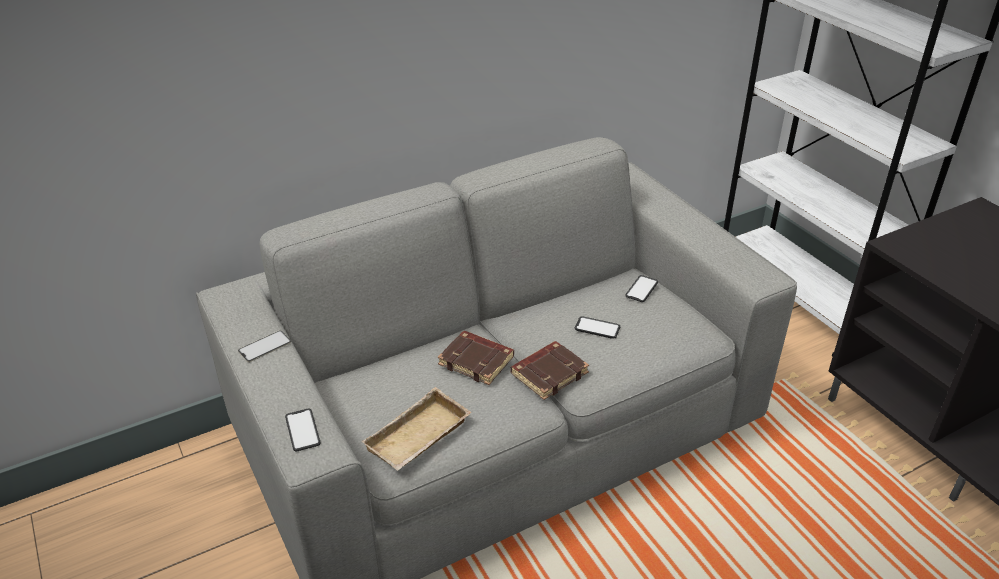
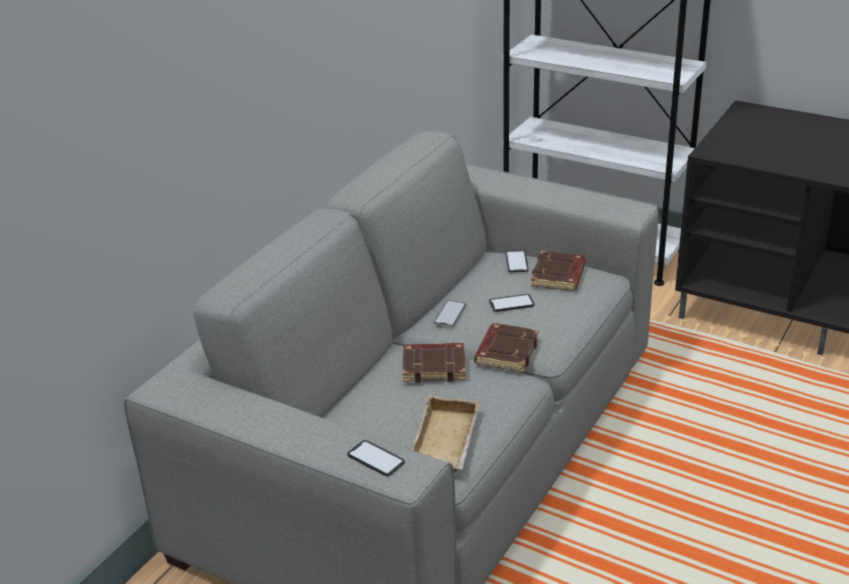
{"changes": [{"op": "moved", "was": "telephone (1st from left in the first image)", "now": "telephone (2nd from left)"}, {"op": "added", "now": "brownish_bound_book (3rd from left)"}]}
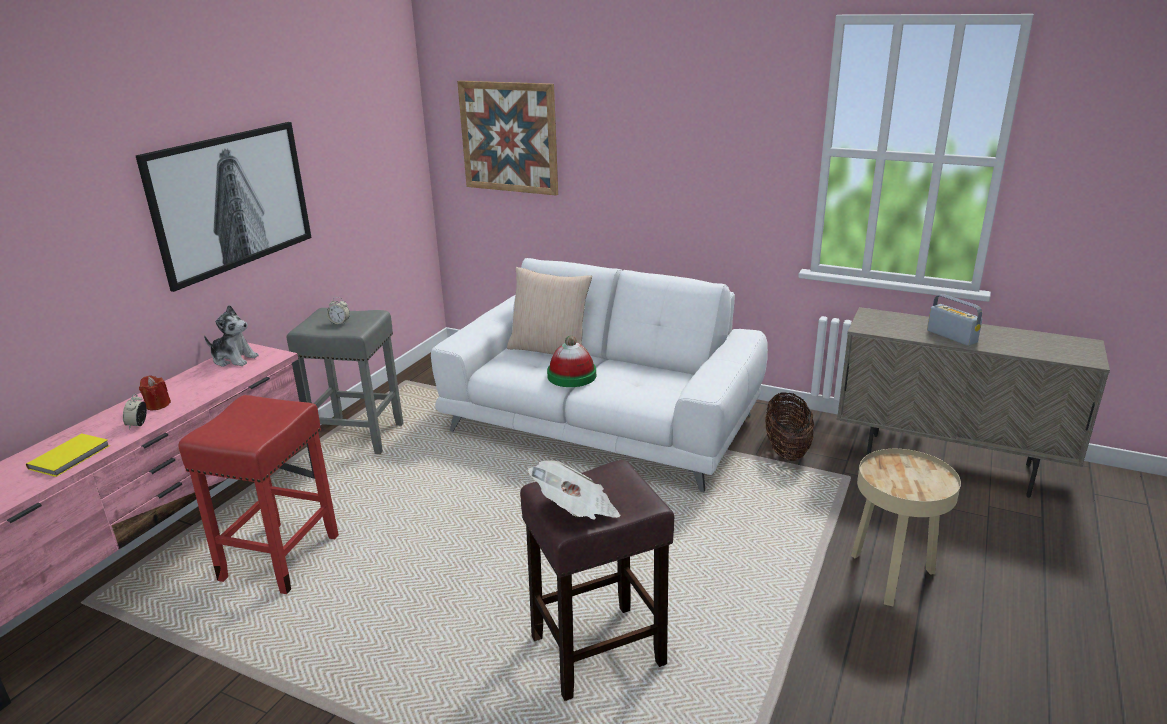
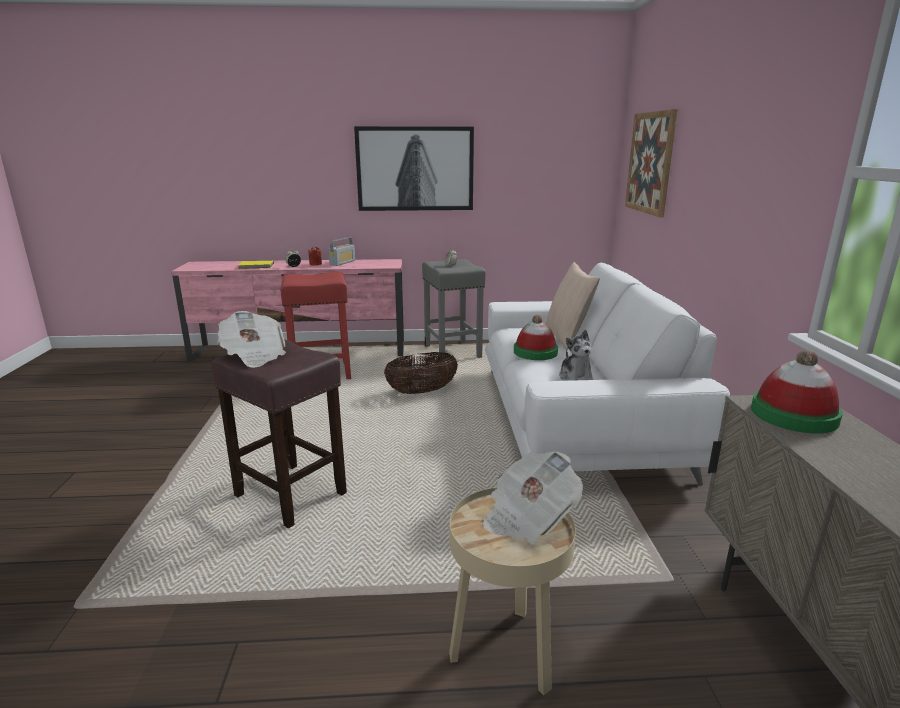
{"changes": [{"op": "moved", "was": "radio_receiver"}, {"op": "moved", "was": "soft_toy"}, {"op": "moved", "was": "household_basket"}, {"op": "added", "now": "clothing_hat (2nd from left)"}, {"op": "added", "now": "daily_paper (2nd from left)"}]}
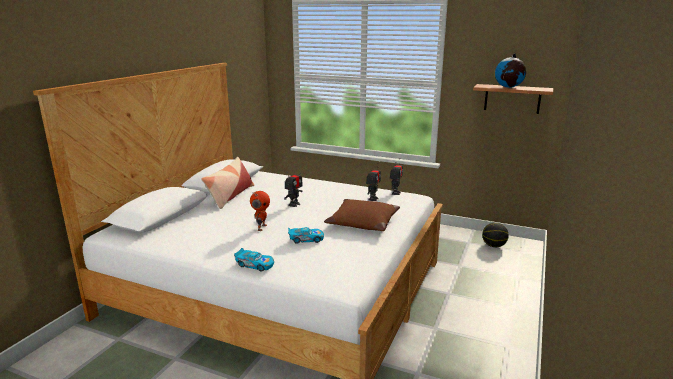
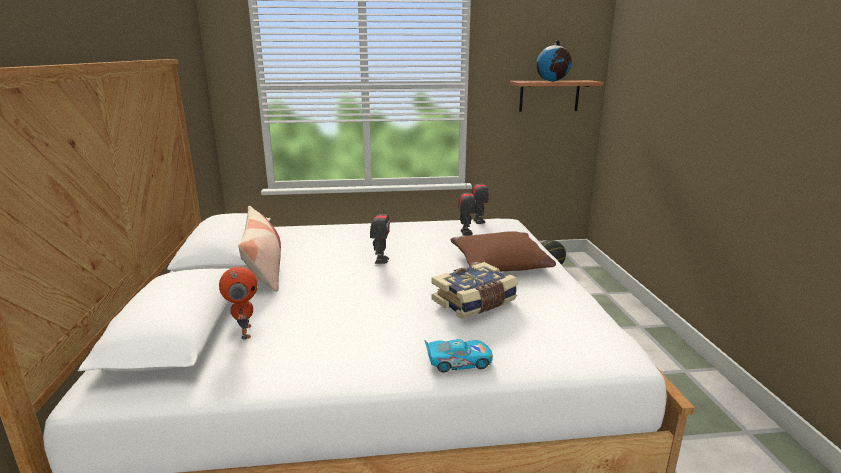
{"changes": [{"op": "moved", "was": "robot_figure (1st from left)"}, {"op": "replaced", "was": "miniature_car (2nd from left)", "now": "bound_book"}]}
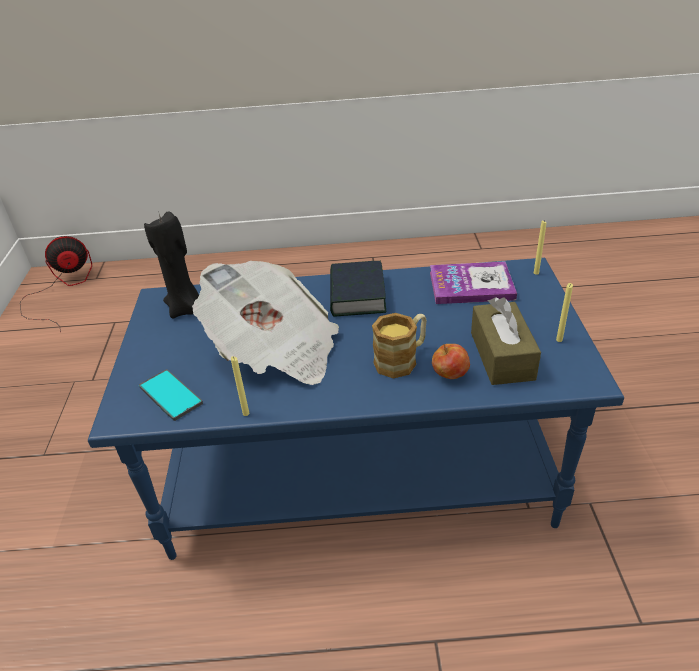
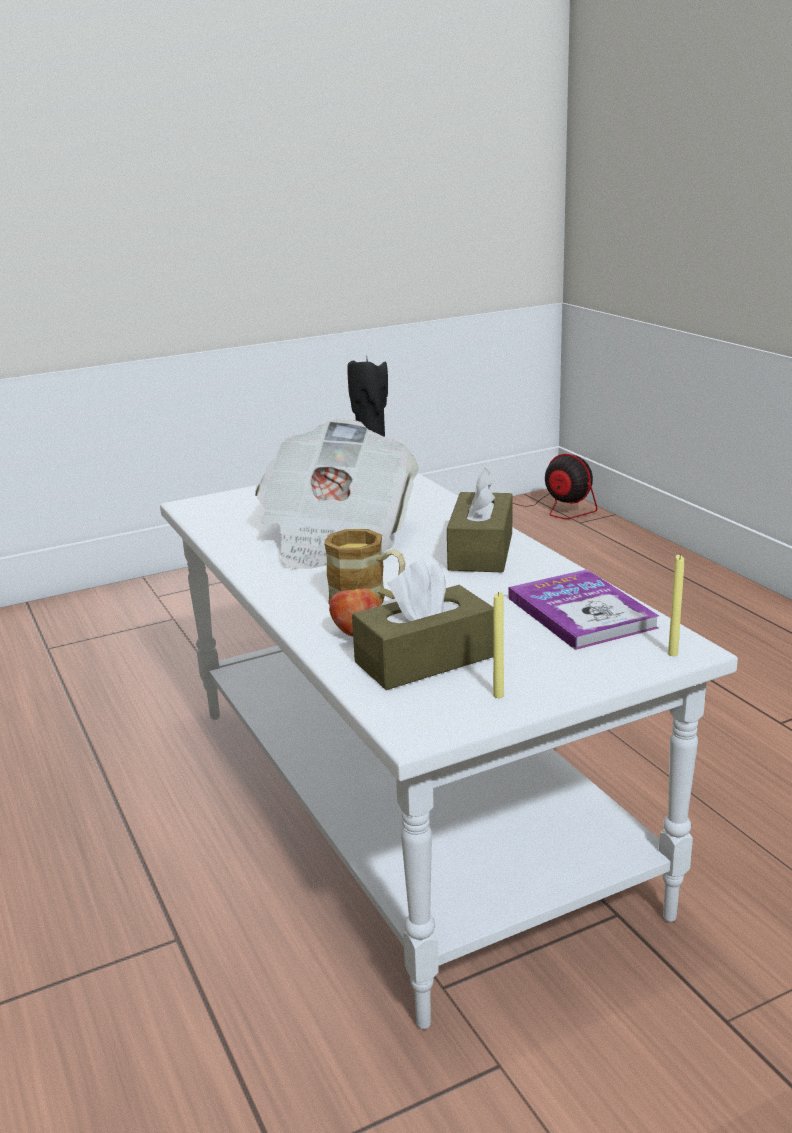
{"changes": [{"op": "recoloured", "was": "blue_lounge_table", "now": "whitish_lounge_table"}, {"op": "replaced", "was": "bound_book (1st from left)", "now": "brownish_tissue_holder (2nd from left)"}, {"op": "removed", "was": "yellow_wax_light (1st from left)"}, {"op": "removed", "was": "telephone"}]}
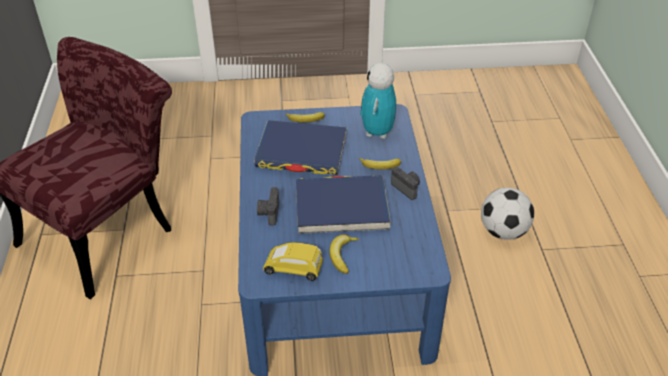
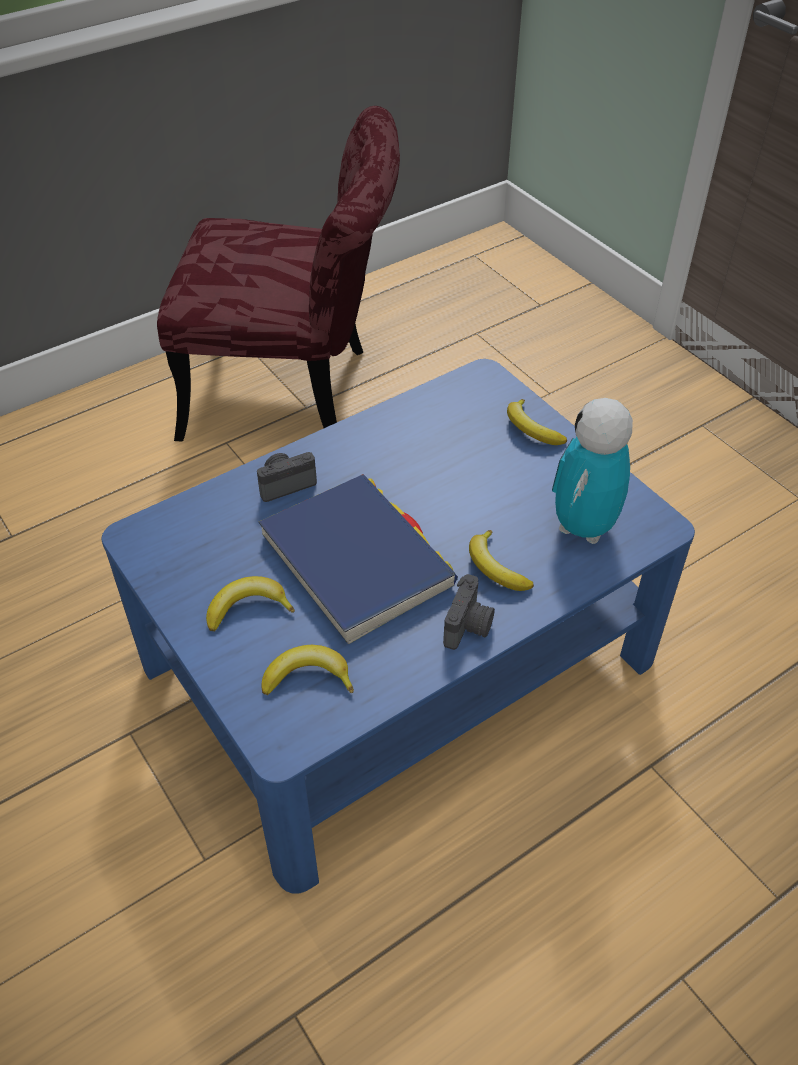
{"changes": [{"op": "turned", "was": "robot_figure", "clockwise": -45}, {"op": "removed", "was": "blue_bound_book (1st from left)"}, {"op": "removed", "was": "ball_for_football"}, {"op": "removed", "was": "yellow_miniature_car"}, {"op": "added", "now": "whole_banana (2nd from left)"}]}
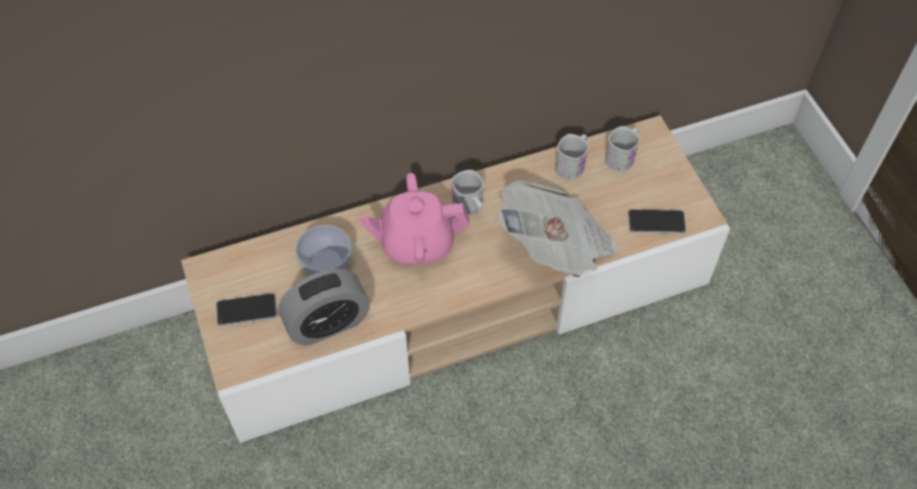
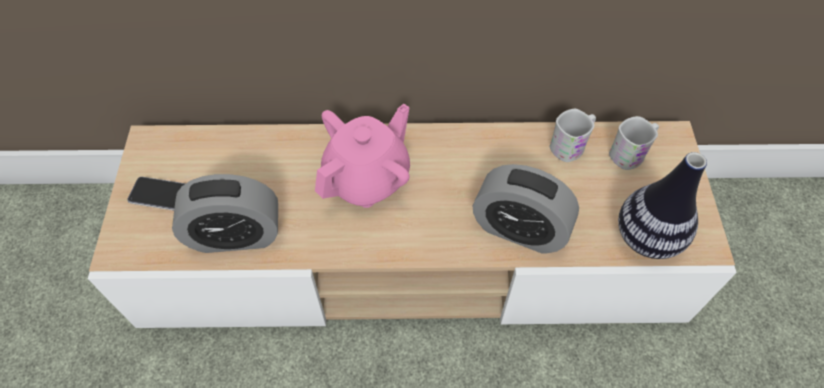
{"changes": [{"op": "removed", "was": "whitish_coffee_mug (1st from left)"}, {"op": "turned", "was": "pink-coloured_tea_pot", "clockwise": 120}, {"op": "replaced", "was": "daily_paper", "now": "bedside_clock (2nd from left)"}, {"op": "replaced", "was": "telephone (2nd from left)", "now": "flower_vase"}, {"op": "removed", "was": "serving_bowl"}]}
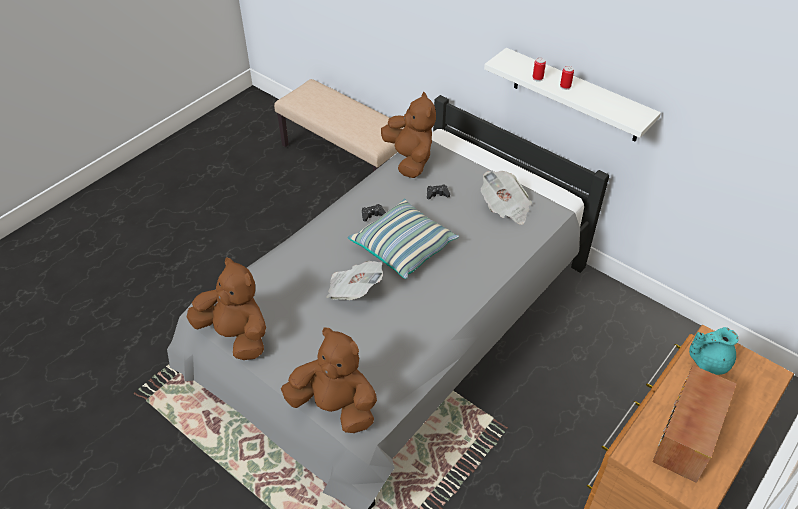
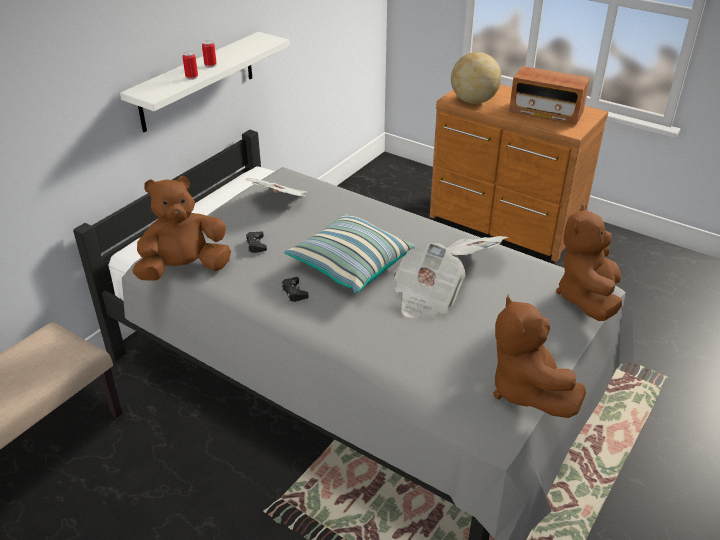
{"changes": [{"op": "turned", "was": "brownish_soft_toy (1st from left in the first image)", "clockwise": -45}, {"op": "replaced", "was": "turquoise-coloured_tea_pot", "now": "desk_globe"}, {"op": "added", "now": "daily_paper (3rd from left)"}]}
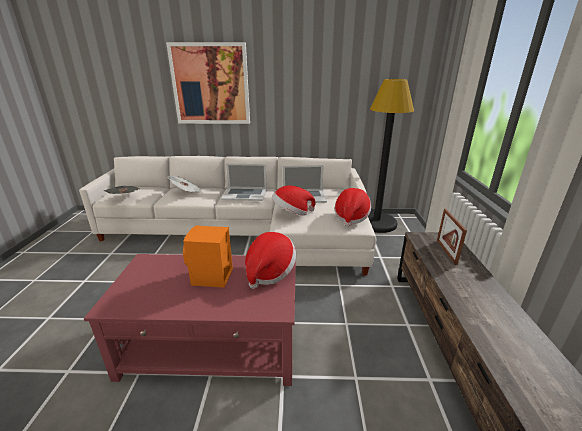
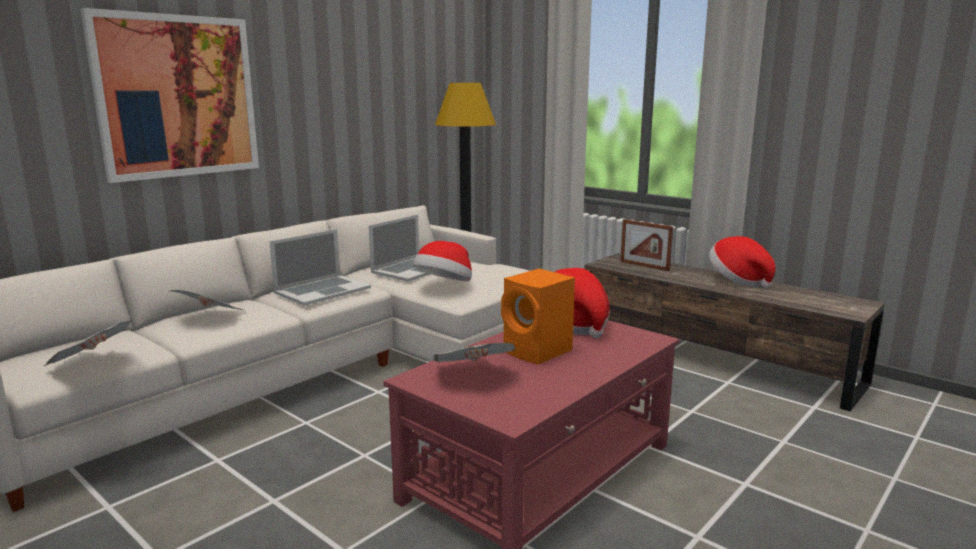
{"changes": [{"op": "moved", "was": "clothing_hat (3rd from left)"}, {"op": "added", "now": "daily_paper (3rd from left)"}]}
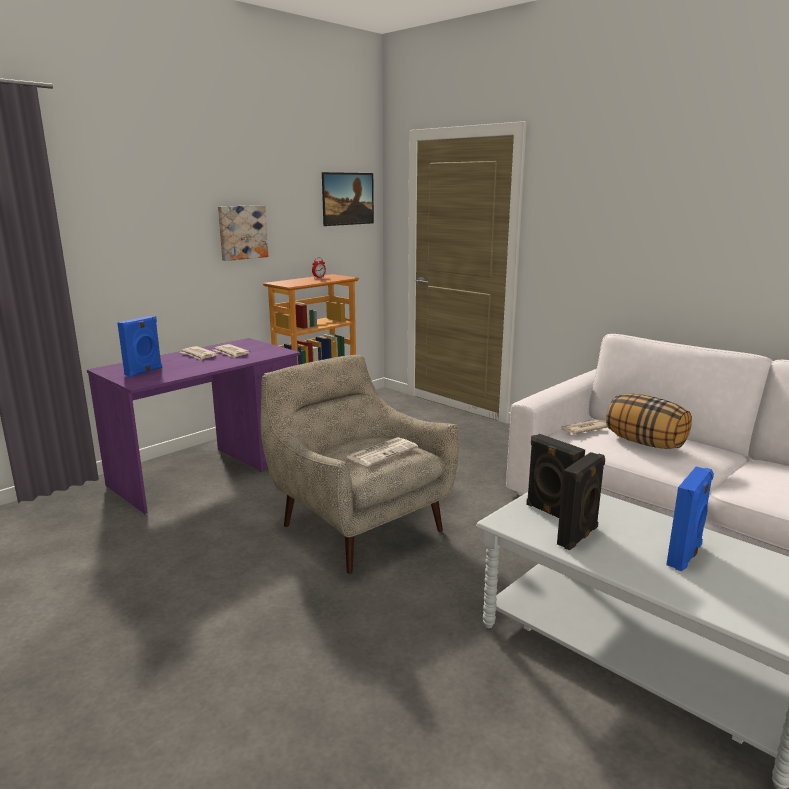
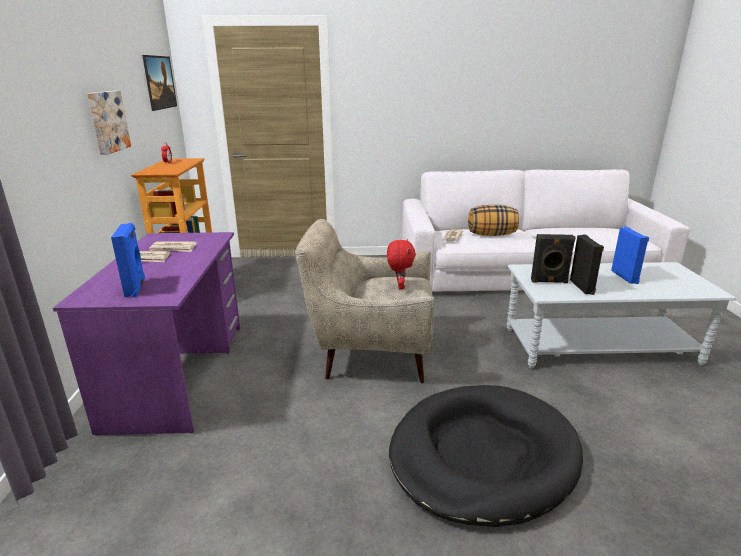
{"changes": [{"op": "replaced", "was": "daily_paper (3rd from left)", "now": "reddish_soft_toy"}, {"op": "added", "now": "black-coloured_pet_bed"}]}
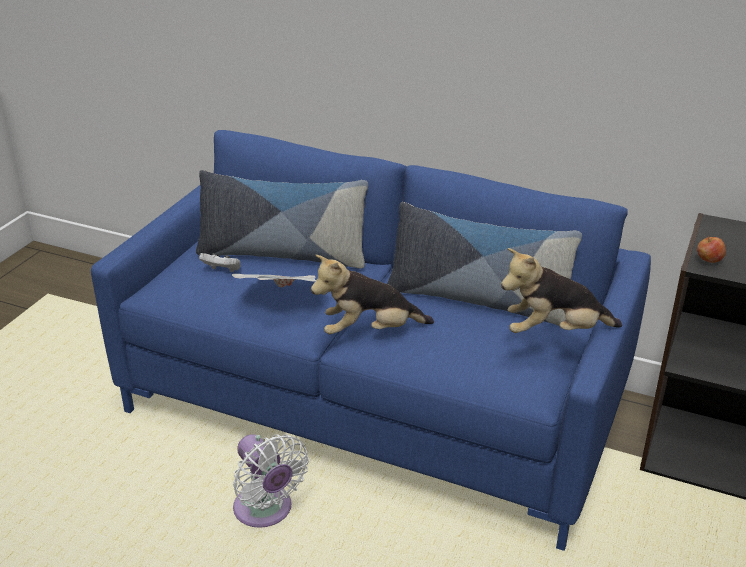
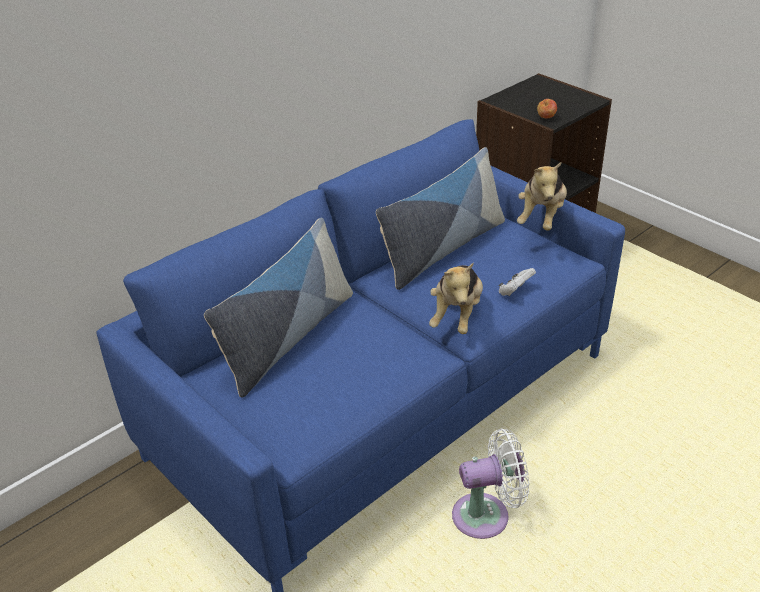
{"changes": [{"op": "moved", "was": "whitish_gamepad"}, {"op": "removed", "was": "daily_paper"}]}
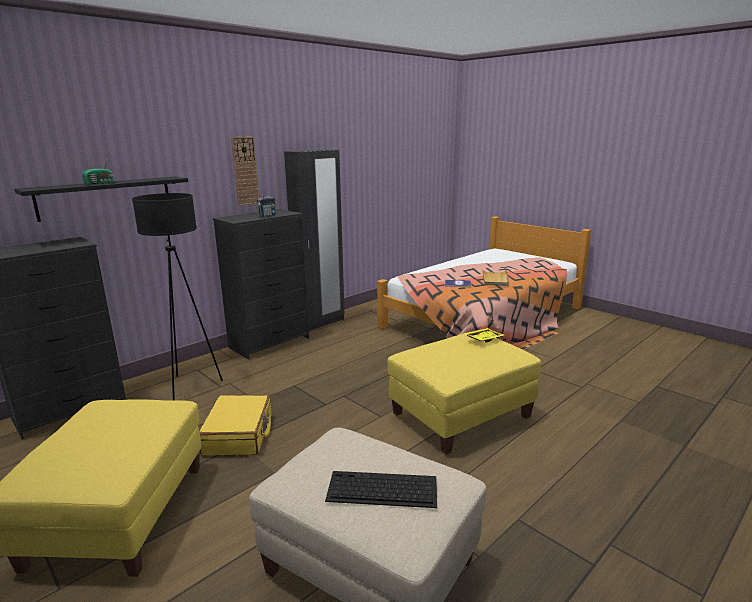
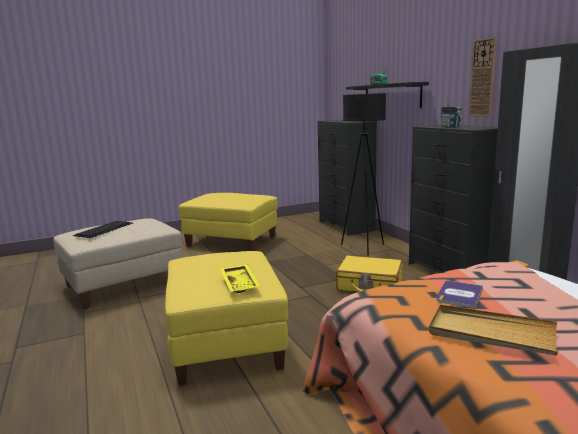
{"changes": [{"op": "moved", "was": "yellow_suitcase"}]}
